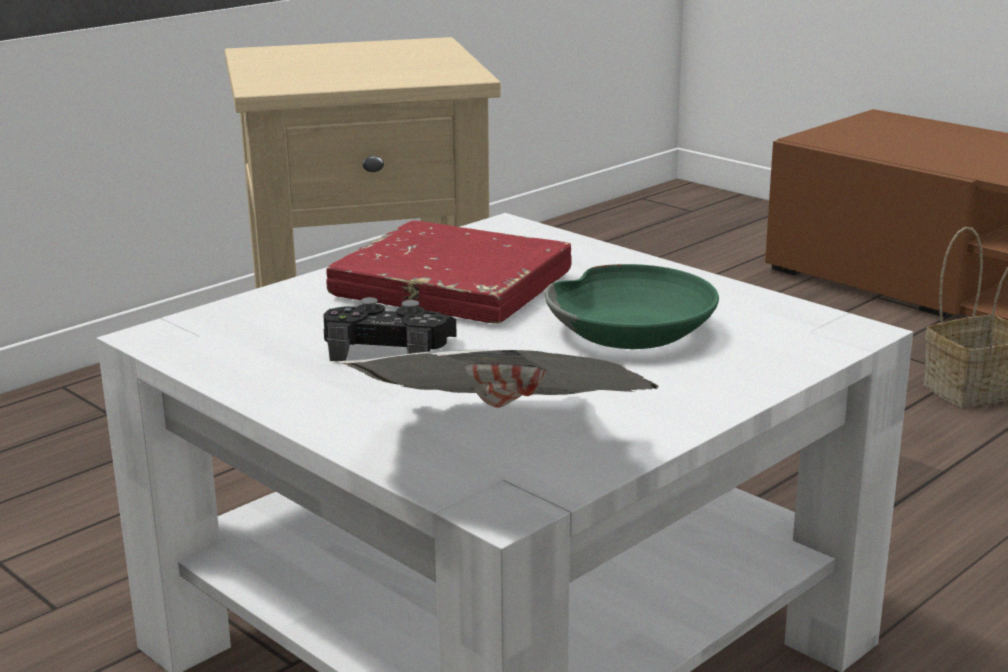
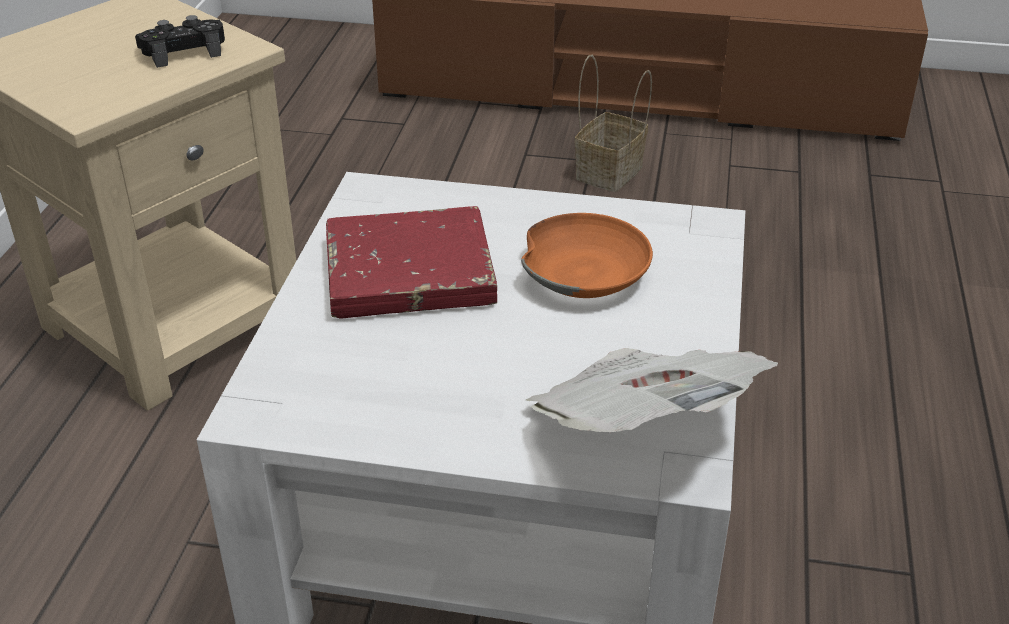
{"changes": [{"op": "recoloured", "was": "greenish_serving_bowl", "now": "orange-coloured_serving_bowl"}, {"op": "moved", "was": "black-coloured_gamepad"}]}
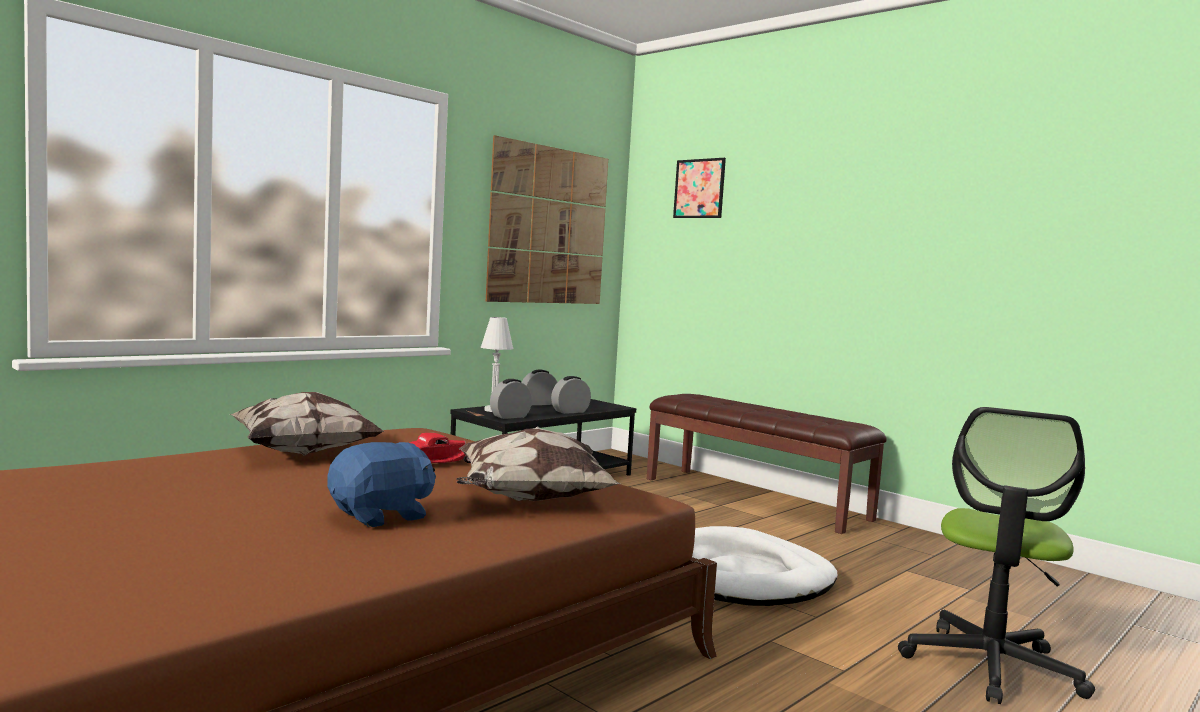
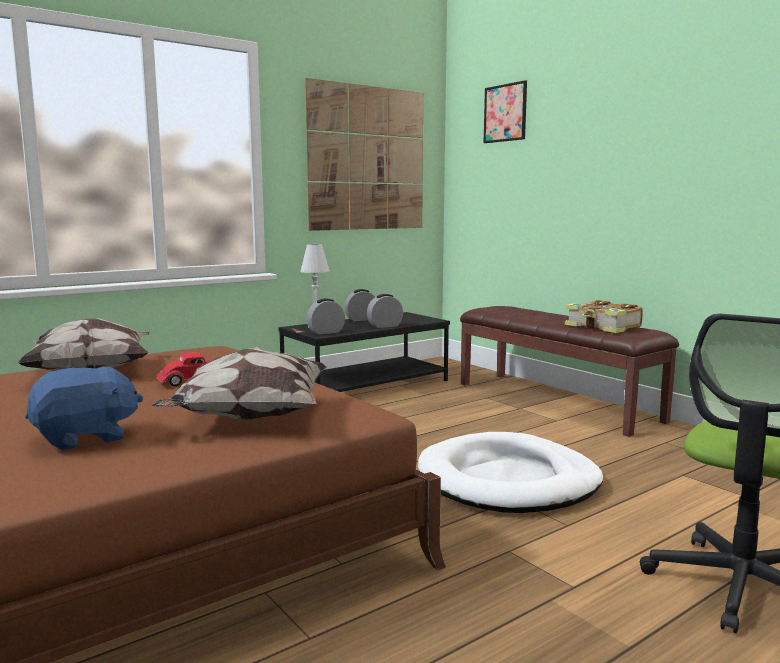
{"changes": [{"op": "added", "now": "bound_book"}]}
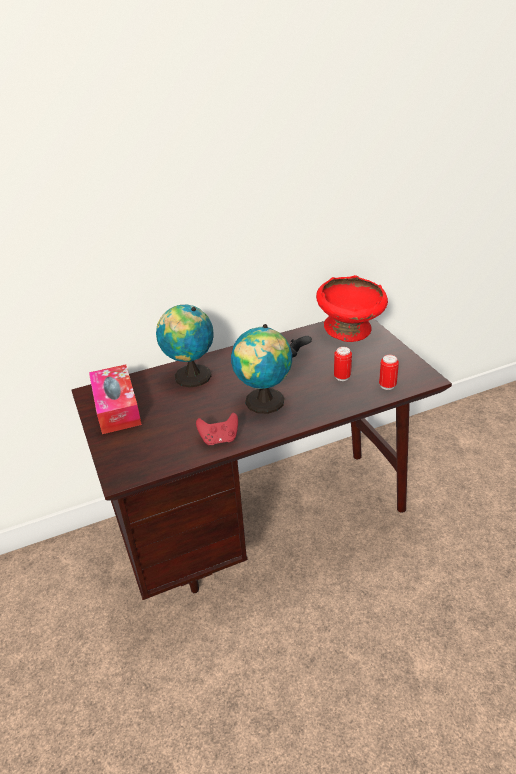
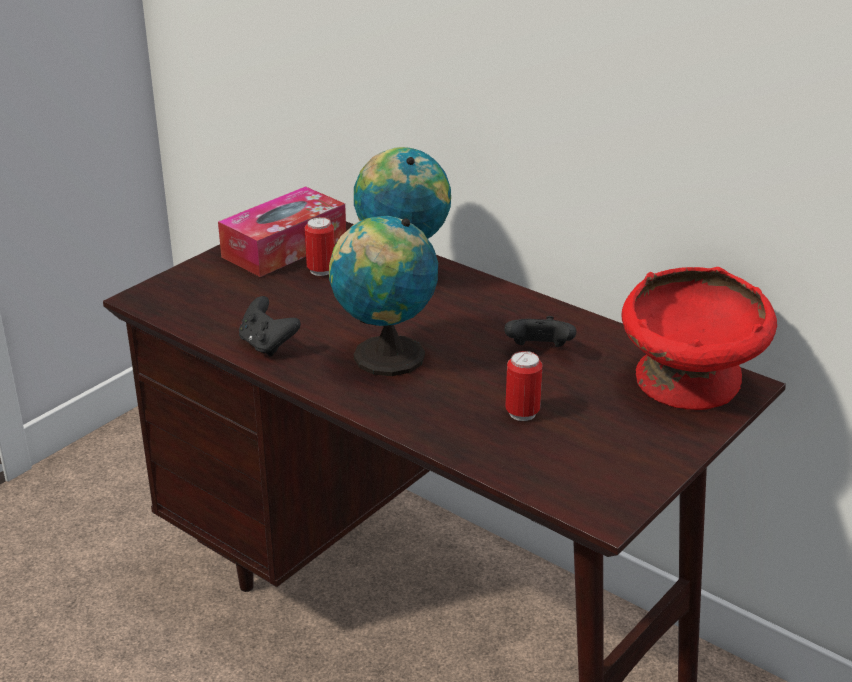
{"changes": [{"op": "moved", "was": "sealed_can (2nd from left in the first image)", "now": "sealed_can (1st from left)"}, {"op": "recoloured", "was": "reddish_gamepad", "now": "black-coloured_gamepad (1st from left)"}]}
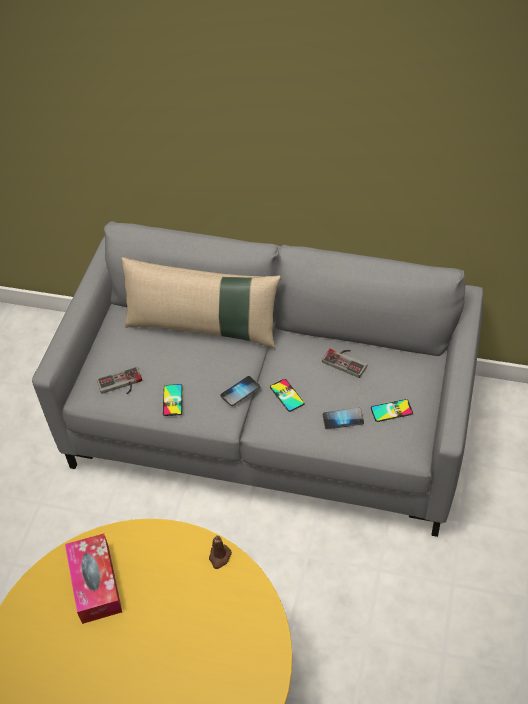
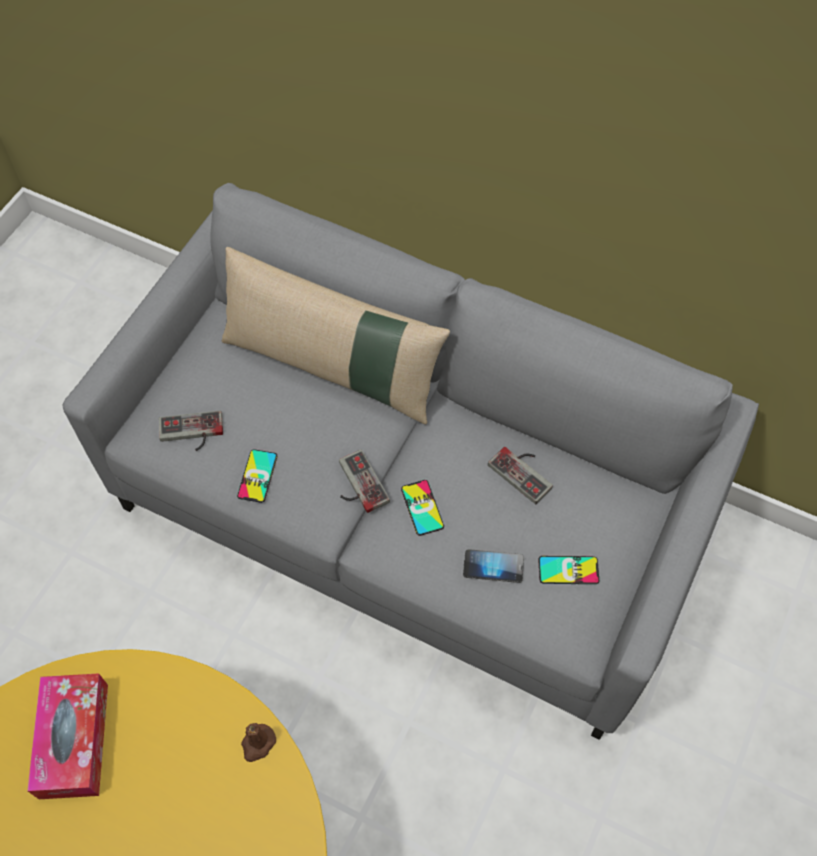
{"changes": [{"op": "replaced", "was": "telephone (2nd from left)", "now": "gamepad (2nd from left)"}]}
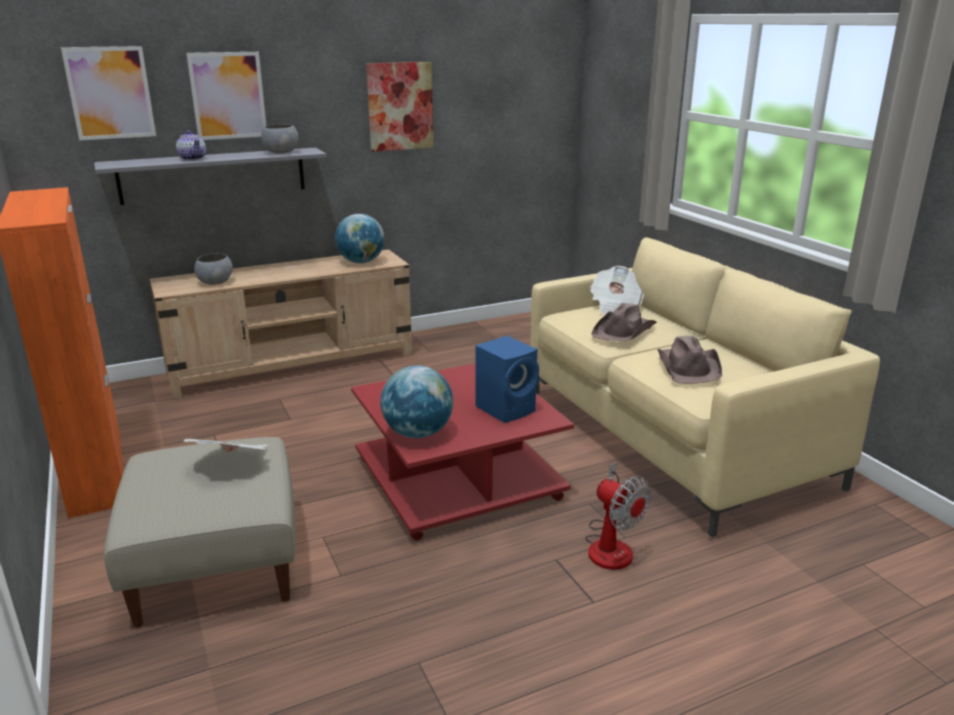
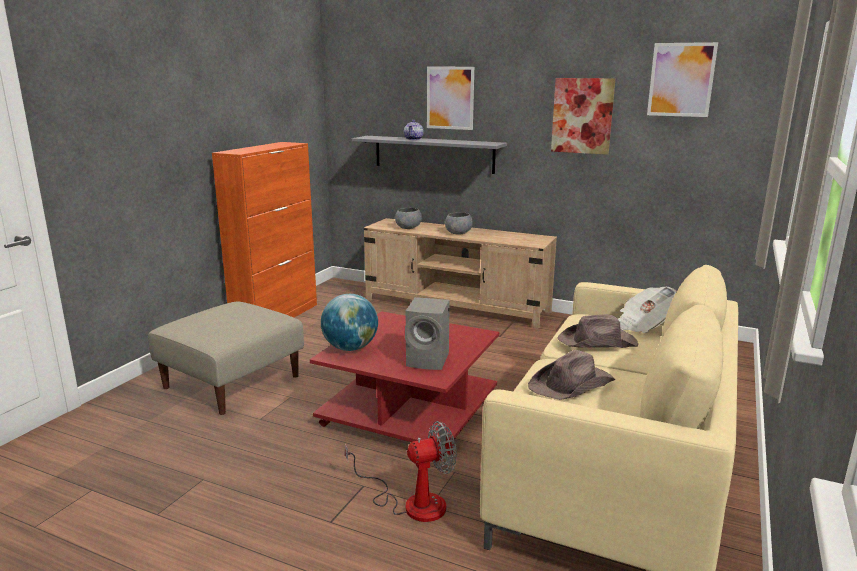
{"changes": [{"op": "moved", "was": "wall_picture (1st from left in the first image)", "now": "wall_picture (3rd from left)"}, {"op": "moved", "was": "gray_serving_bowl (2nd from left)"}, {"op": "removed", "was": "desk_globe (1st from left)"}, {"op": "recoloured", "was": "blue_speaker", "now": "gray_speaker"}, {"op": "removed", "was": "daily_paper (1st from left)"}, {"op": "turned", "was": "cooling_fan", "clockwise": -120}]}
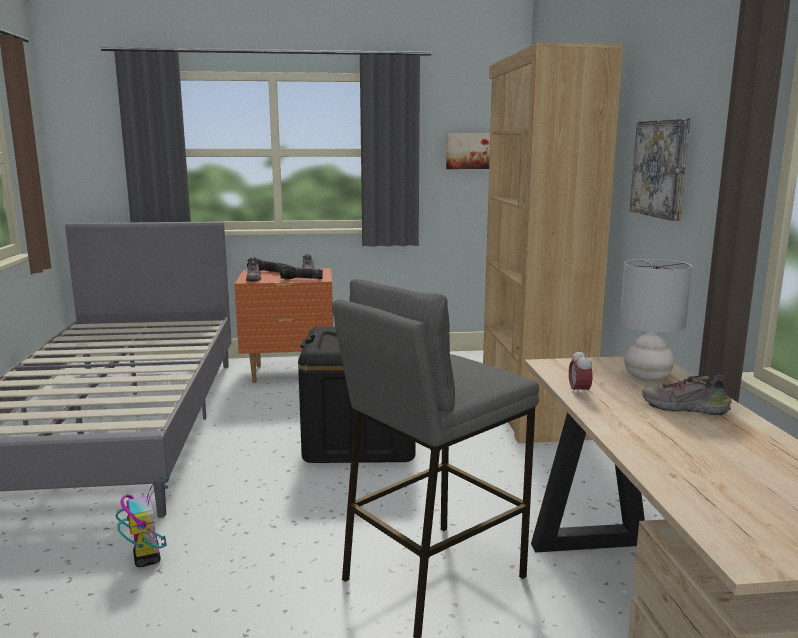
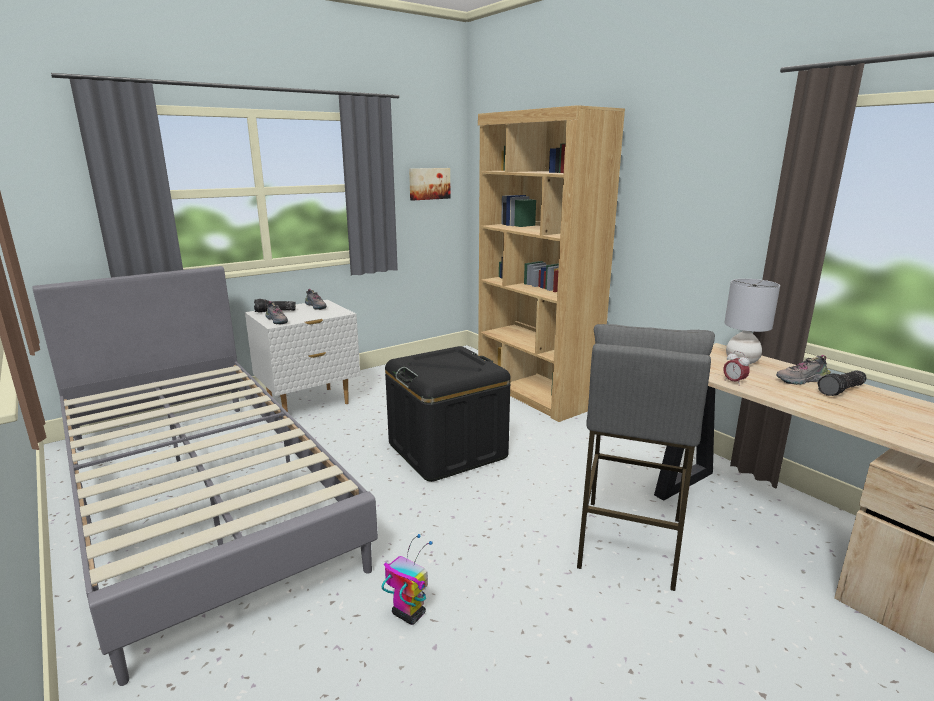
{"changes": [{"op": "removed", "was": "wall_picture (2nd from left)"}, {"op": "moved", "was": "torch (2nd from left)"}, {"op": "recoloured", "was": "orange-coloured_night_table", "now": "whitish_night_table"}]}
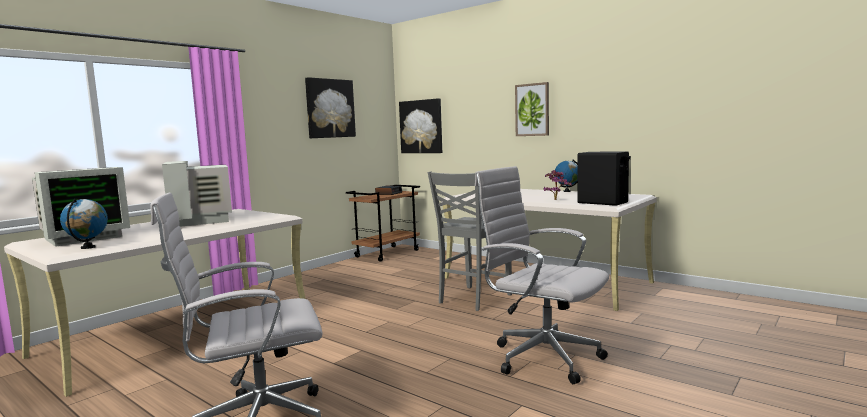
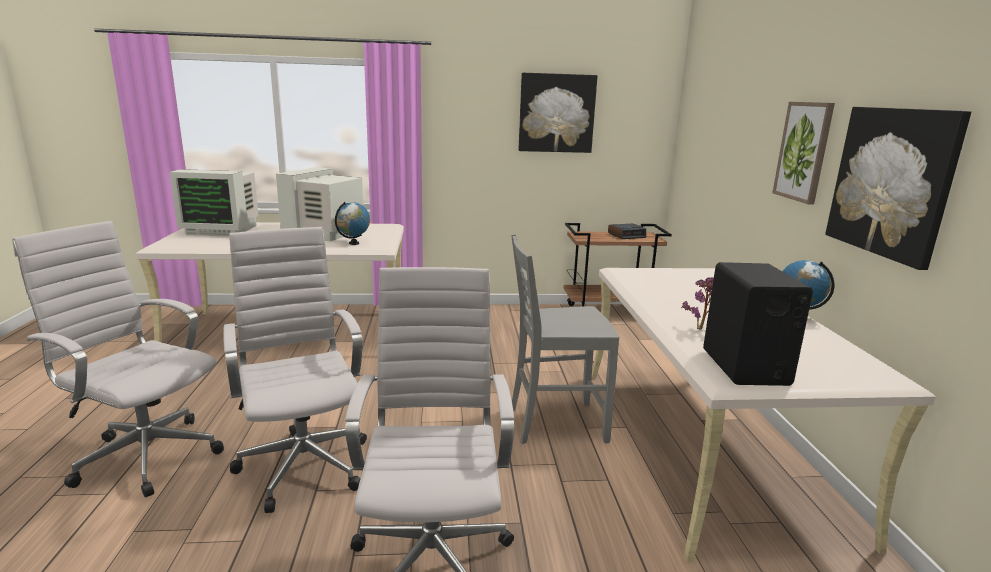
{"changes": [{"op": "moved", "was": "wall_picture (2nd from left in the first image)", "now": "wall_picture (3rd from left)"}, {"op": "moved", "was": "desk_globe (1st from left)"}, {"op": "added", "now": "whitish_office_chair (2nd from left)"}]}
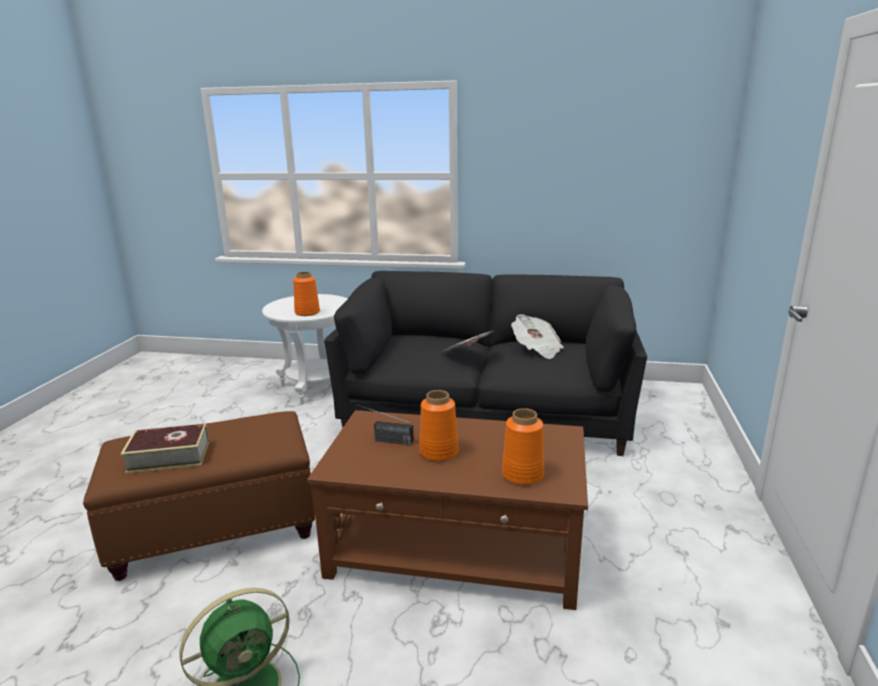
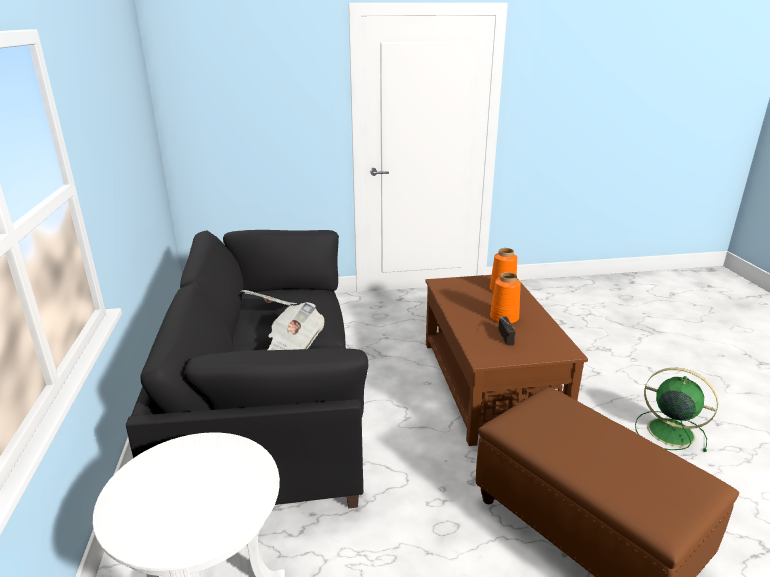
{"changes": [{"op": "removed", "was": "orange-coloured_flower_vase (1st from left)"}, {"op": "removed", "was": "bound_book"}]}
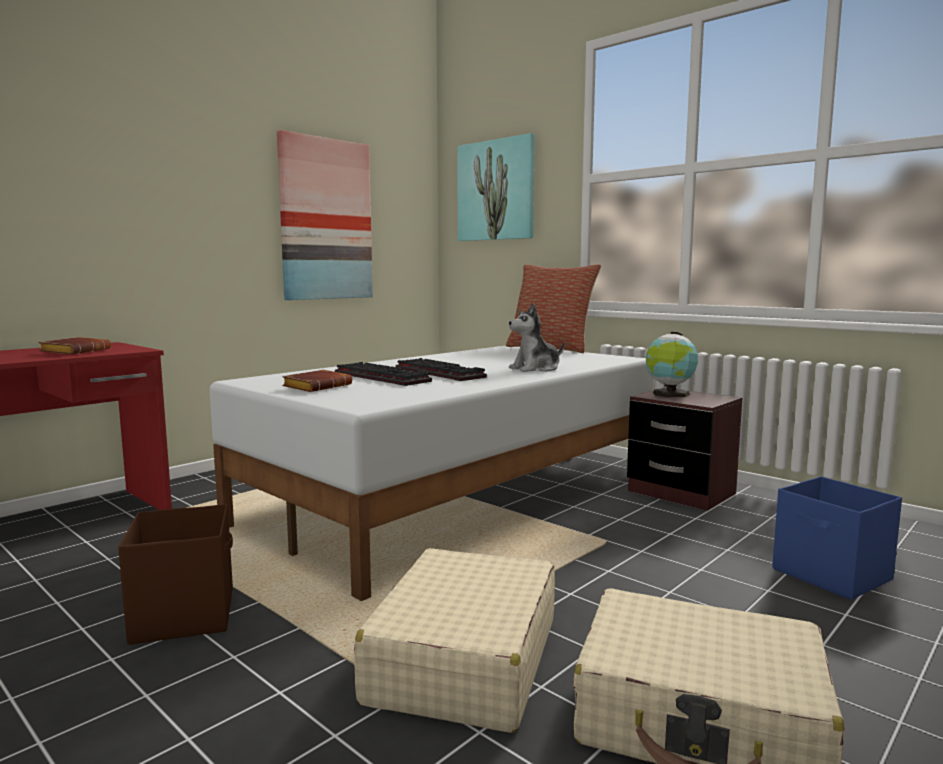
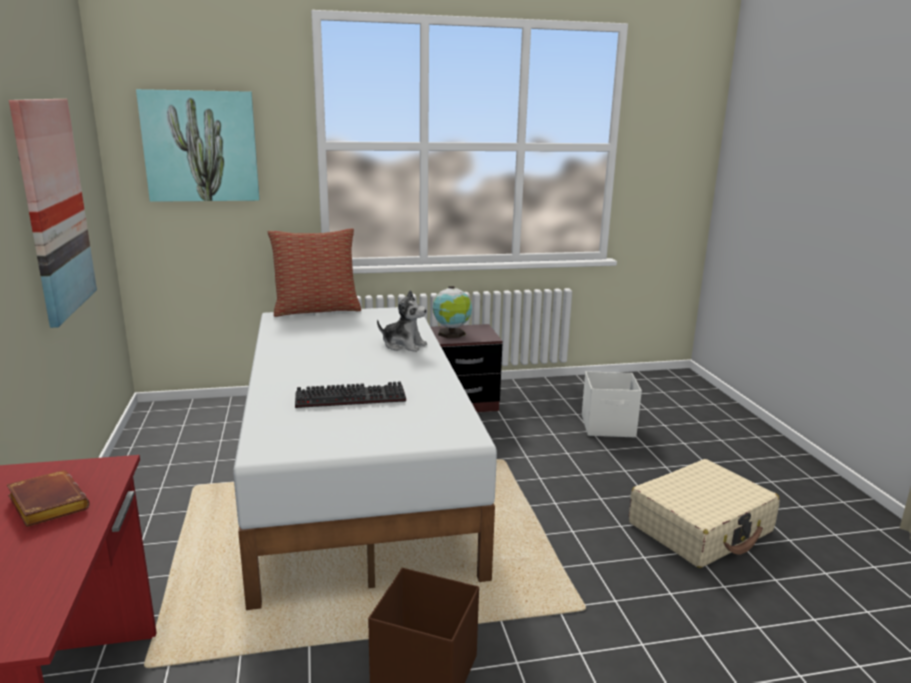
{"changes": [{"op": "turned", "was": "soft_toy", "clockwise": -75}, {"op": "removed", "was": "PC_keyboard (2nd from left)"}, {"op": "removed", "was": "brownish_bound_book (2nd from left)"}, {"op": "recoloured", "was": "blue_storage_container", "now": "whitish_storage_container"}, {"op": "removed", "was": "beige-coloured_suitcase (1st from left)"}]}
